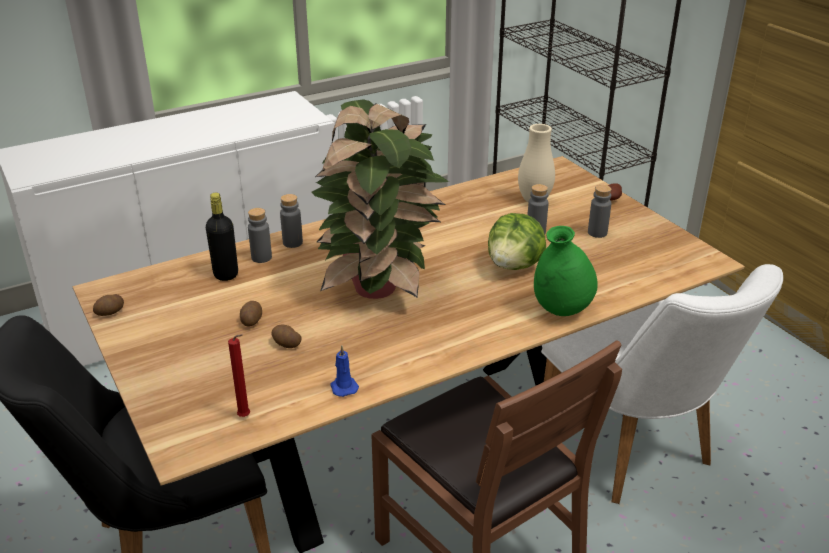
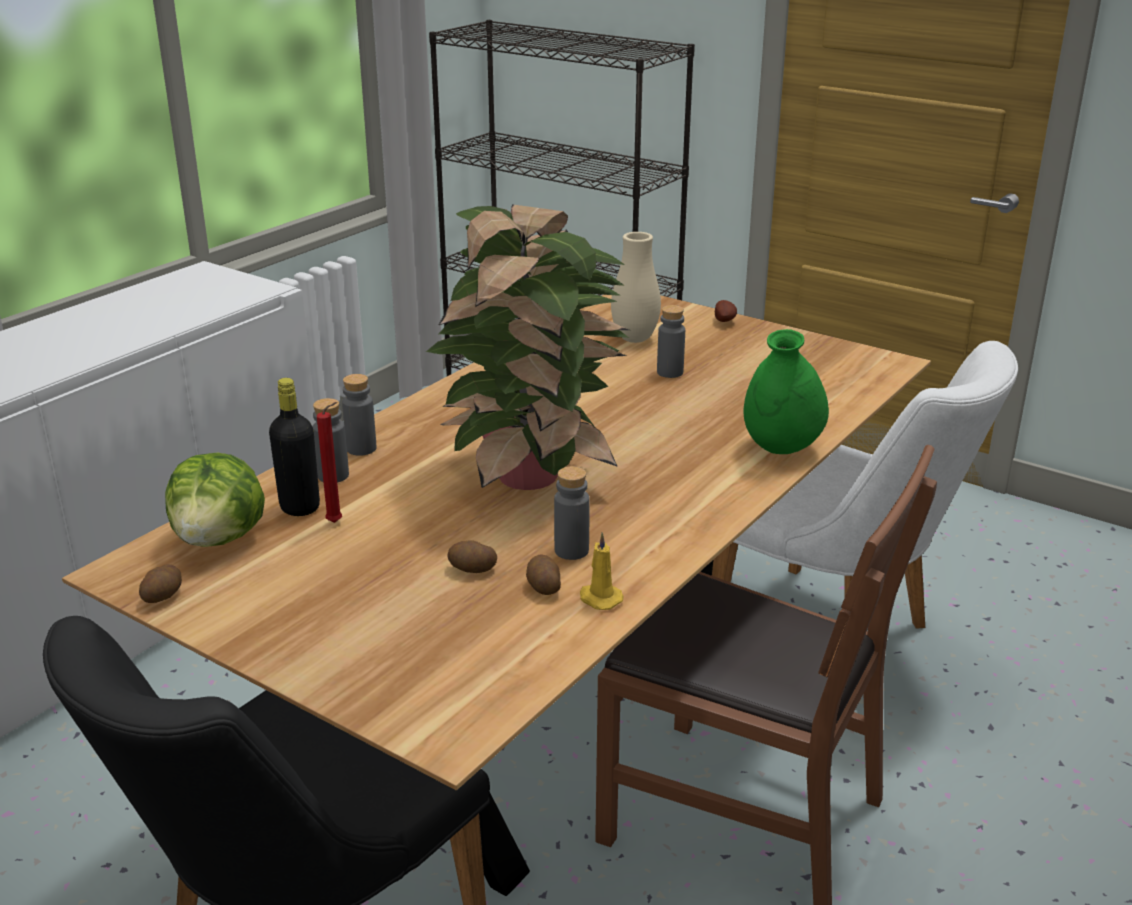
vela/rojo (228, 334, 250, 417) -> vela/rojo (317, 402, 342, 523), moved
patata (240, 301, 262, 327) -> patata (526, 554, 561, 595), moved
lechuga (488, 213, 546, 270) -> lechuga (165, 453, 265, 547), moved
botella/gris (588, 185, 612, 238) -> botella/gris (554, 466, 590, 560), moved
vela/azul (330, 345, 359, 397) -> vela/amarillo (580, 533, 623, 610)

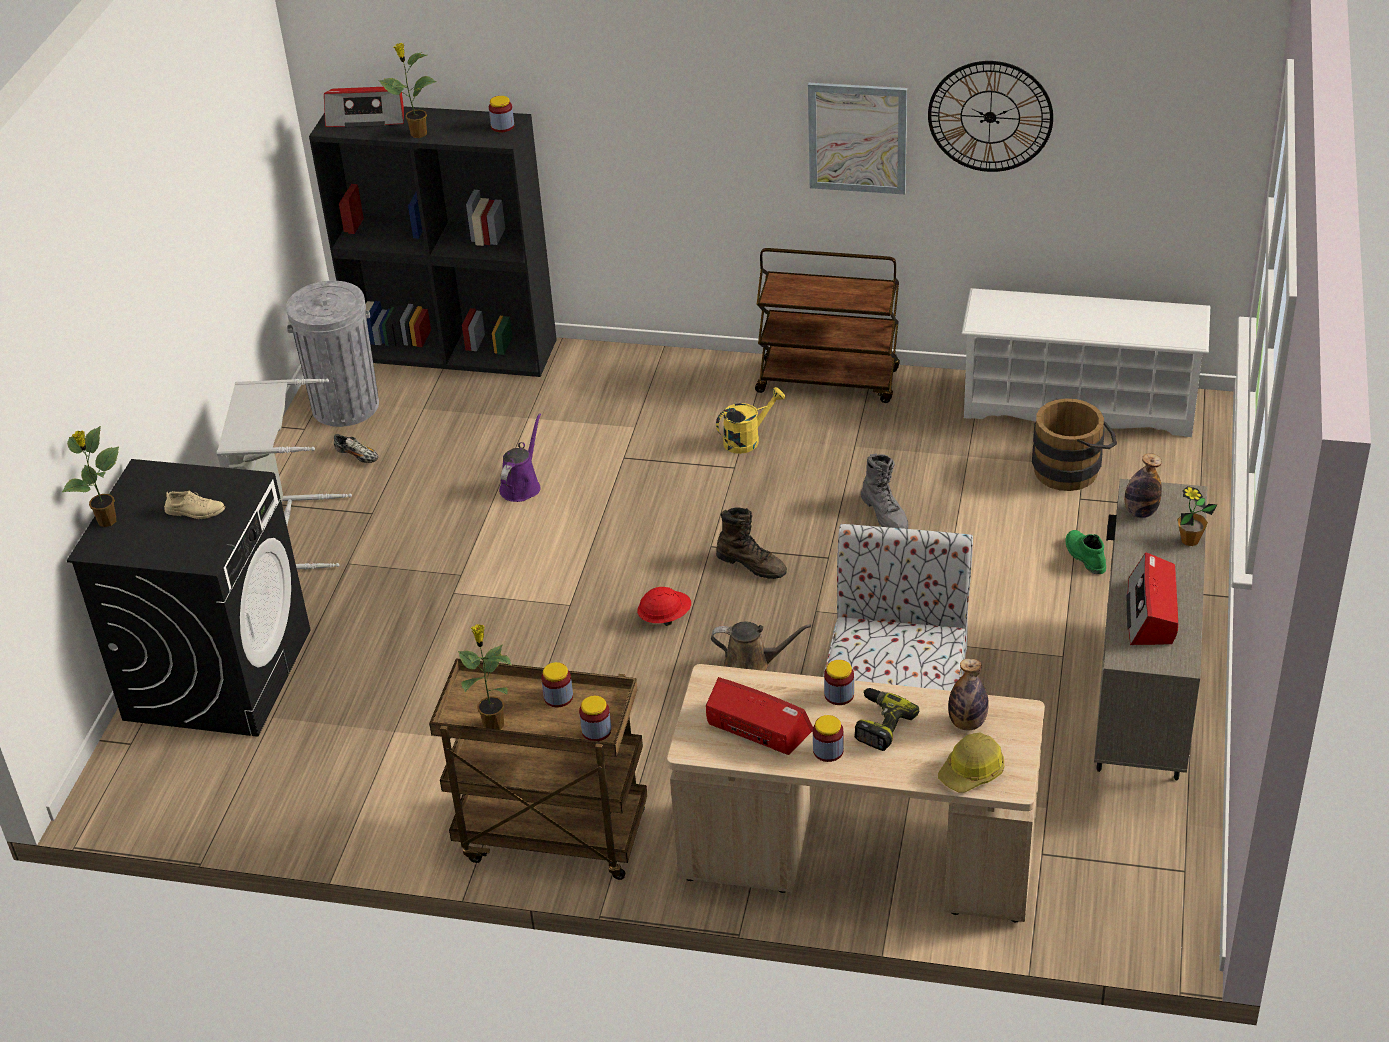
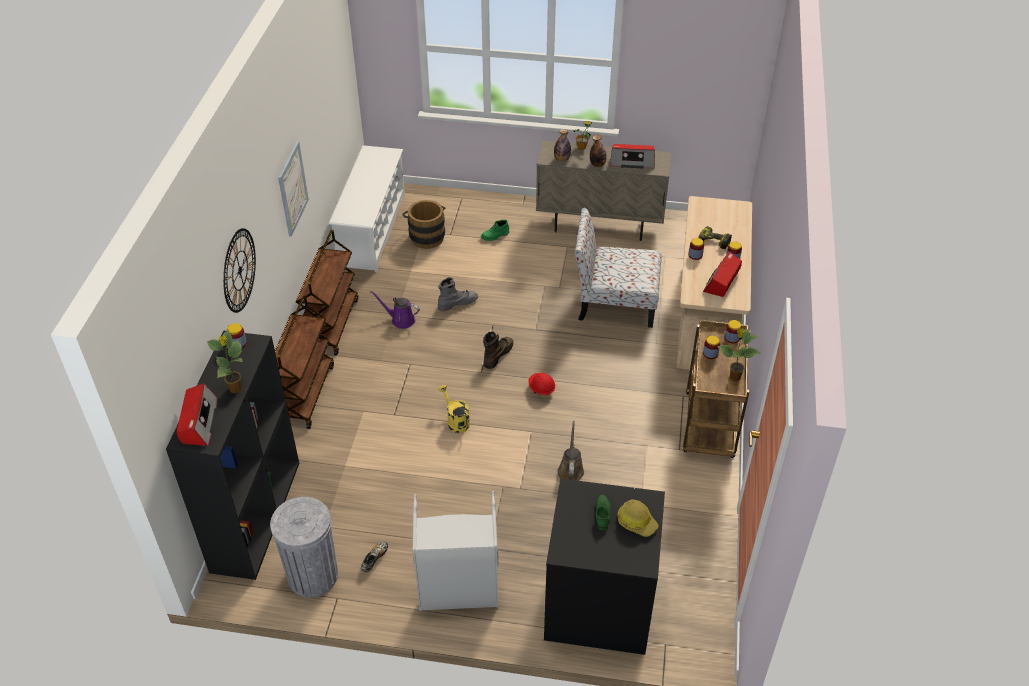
planta en maceta (62, 426, 119, 527) -> none
none -> carrito/marrón (275, 295, 334, 429)
regadera/morado (499, 413, 541, 502) -> regadera/morado (370, 291, 420, 329), moved
regadera/marrón (711, 622, 811, 671) -> regadera/marrón (558, 421, 584, 481), moved
regadera/amarillo (716, 387, 785, 454) -> regadera/amarillo (438, 385, 470, 433), moved
reloj de pared (928, 61, 1053, 172) -> reloj de pared (223, 228, 256, 313), moved
casco (938, 732, 1004, 793) -> casco (617, 499, 659, 537), moved
botella (948, 659, 989, 730) -> botella (590, 135, 607, 167), moved
zapato/beis (164, 490, 225, 519) -> zapato/verde (596, 495, 611, 530)

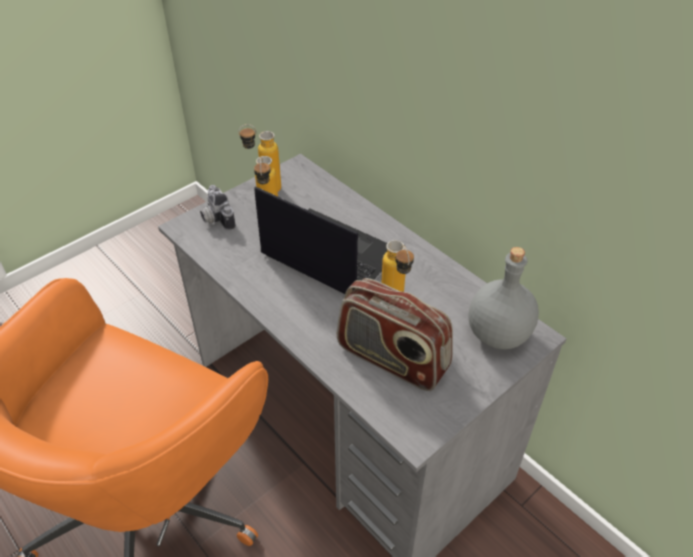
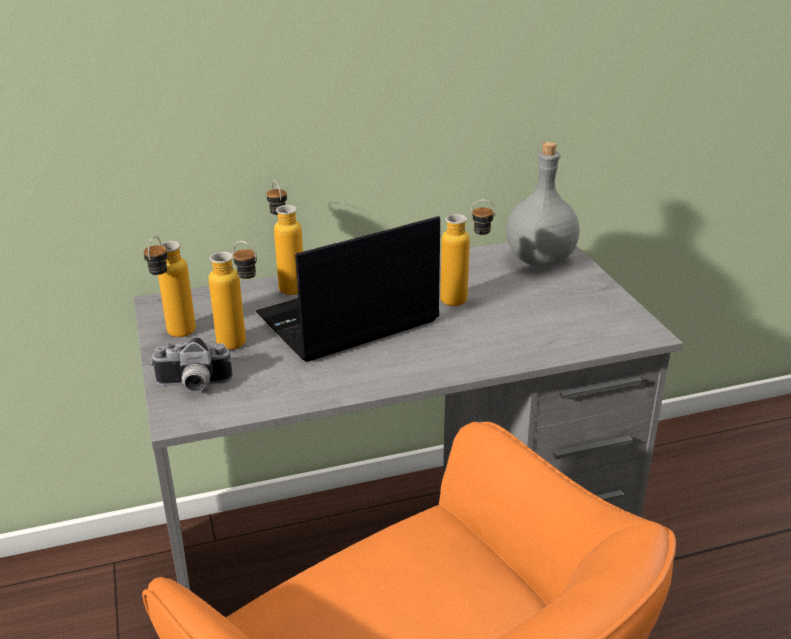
radio (337, 278, 453, 391) -> none
none -> botella (267, 180, 303, 295)

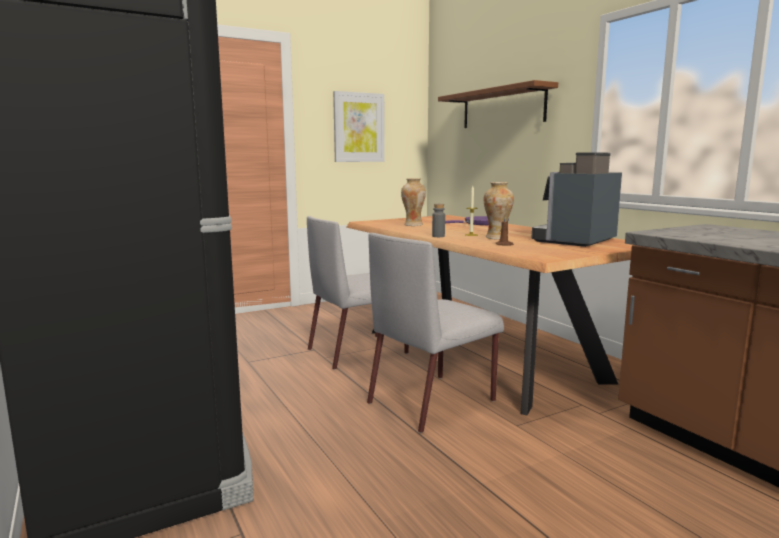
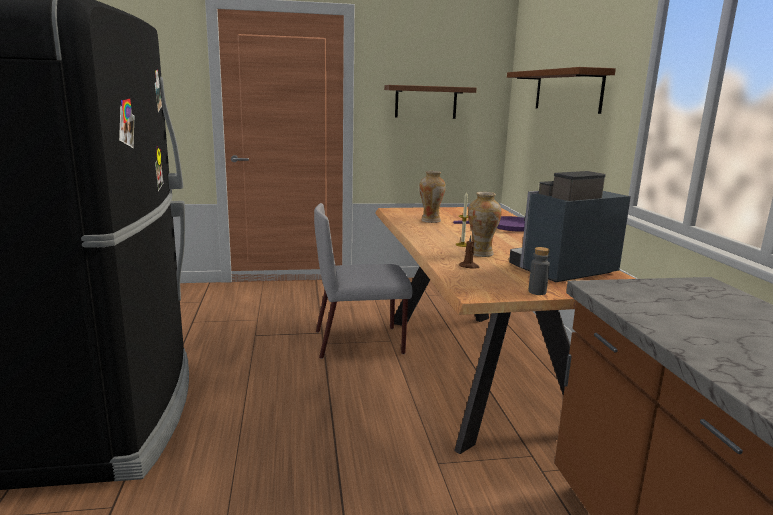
silla/gris (367, 233, 504, 433) -> none
botella/gris (432, 204, 445, 237) -> botella/gris (528, 247, 550, 295), moved
cuadro (333, 91, 385, 162) -> estante (384, 85, 476, 119)

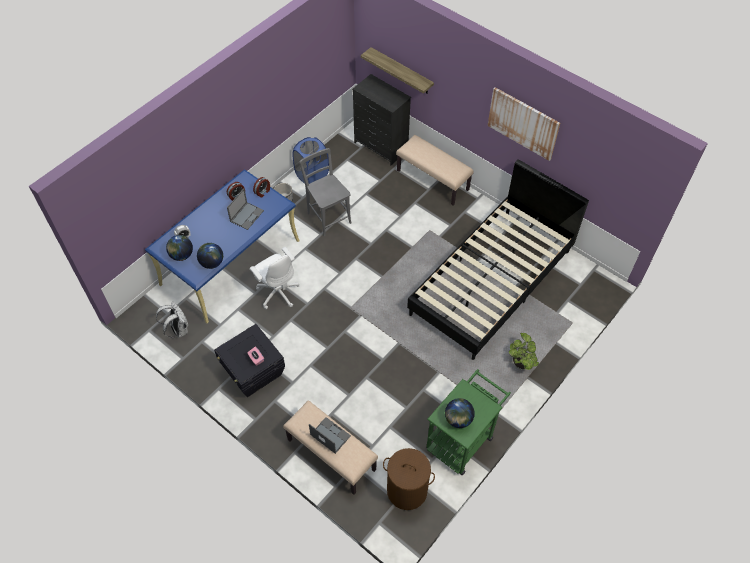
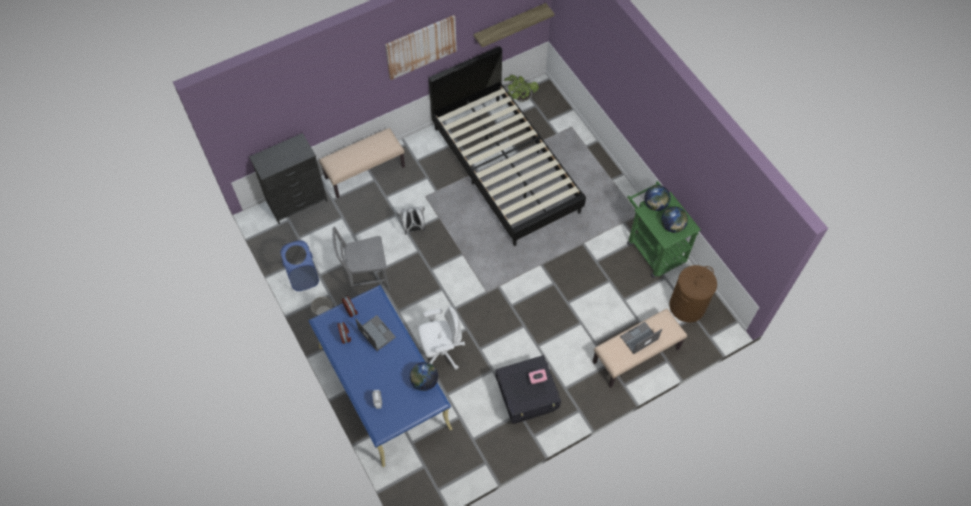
mochila/blanco (156, 301, 188, 338) -> mochila/blanco (396, 206, 425, 235), moved
globo terráqueo (166, 235, 193, 261) -> globo terráqueo (644, 185, 671, 211), moved
estante (361, 47, 434, 94) -> estante (474, 3, 555, 47), moved
planta en maceta (509, 333, 539, 370) -> planta en maceta (504, 75, 539, 102), moved

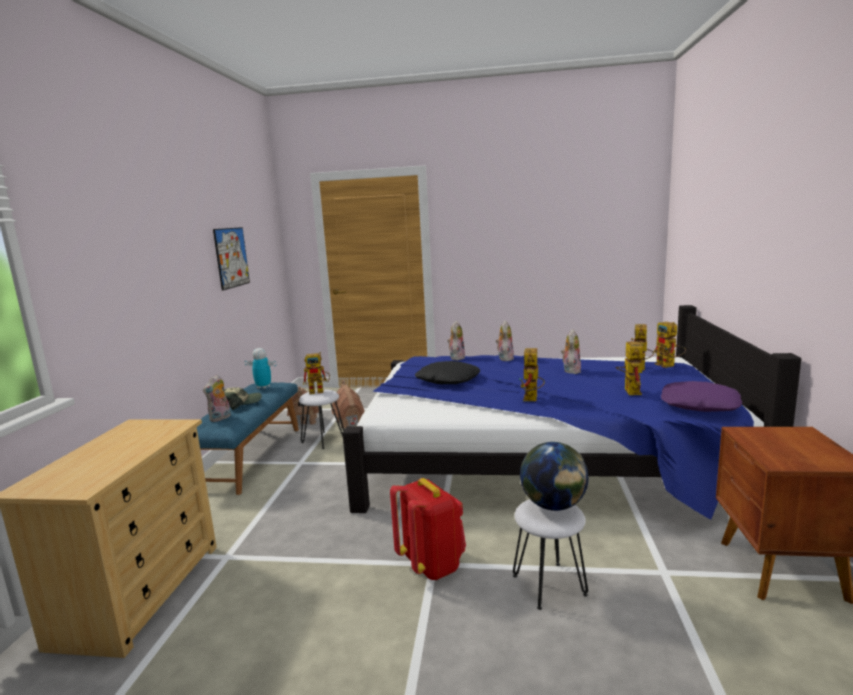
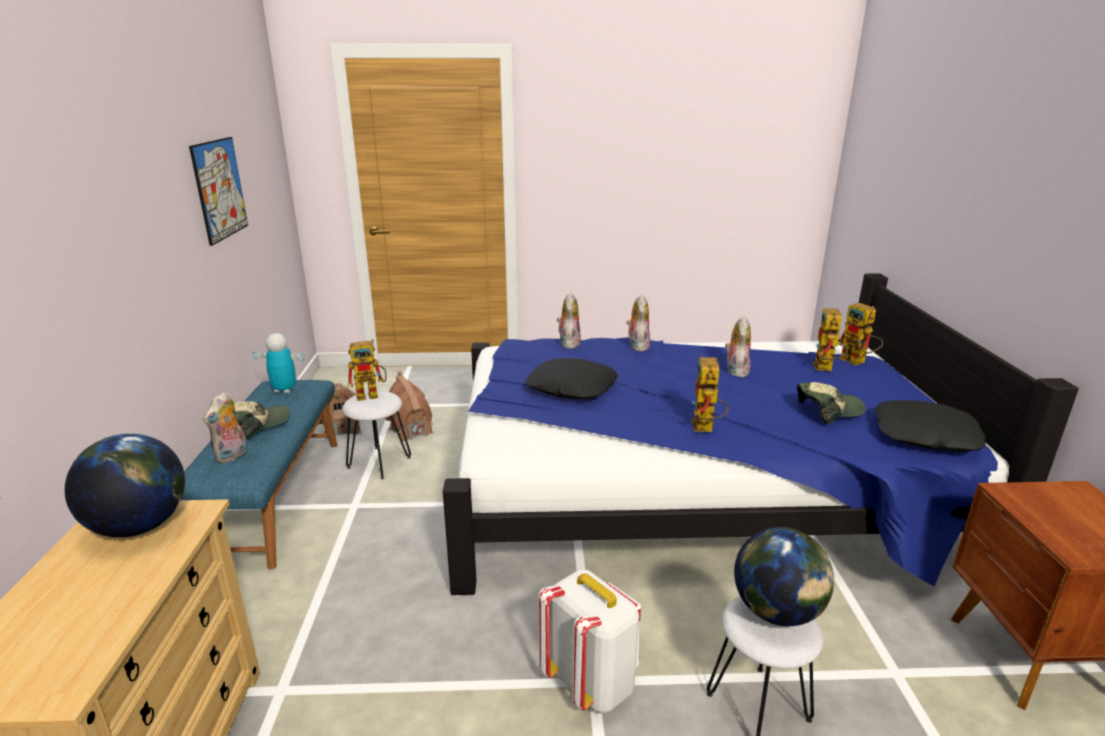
none -> globo terráqueo (65, 434, 185, 537)
robot de juguete (616, 338, 643, 395) -> gorra (797, 382, 866, 424)
mochila/rojo (390, 478, 466, 580) -> mochila/blanco (538, 569, 641, 714)
cojín/morado (661, 381, 742, 412) -> cojín/negro (875, 400, 986, 451)

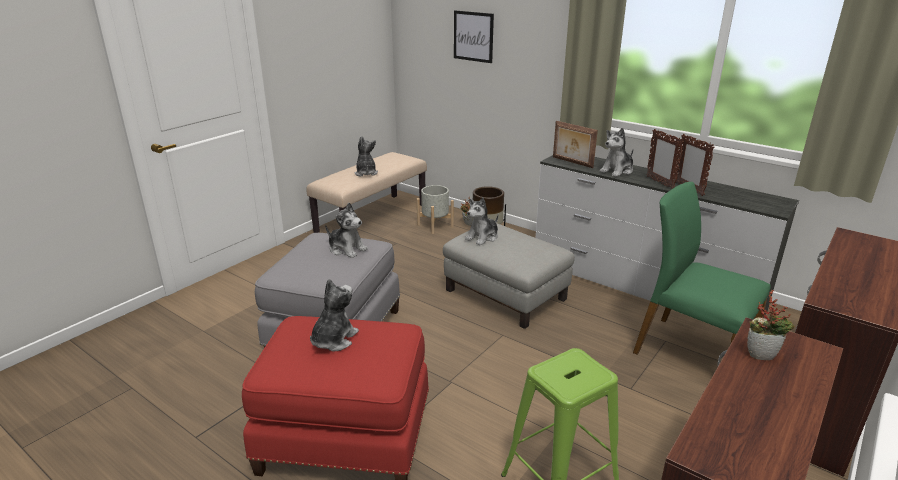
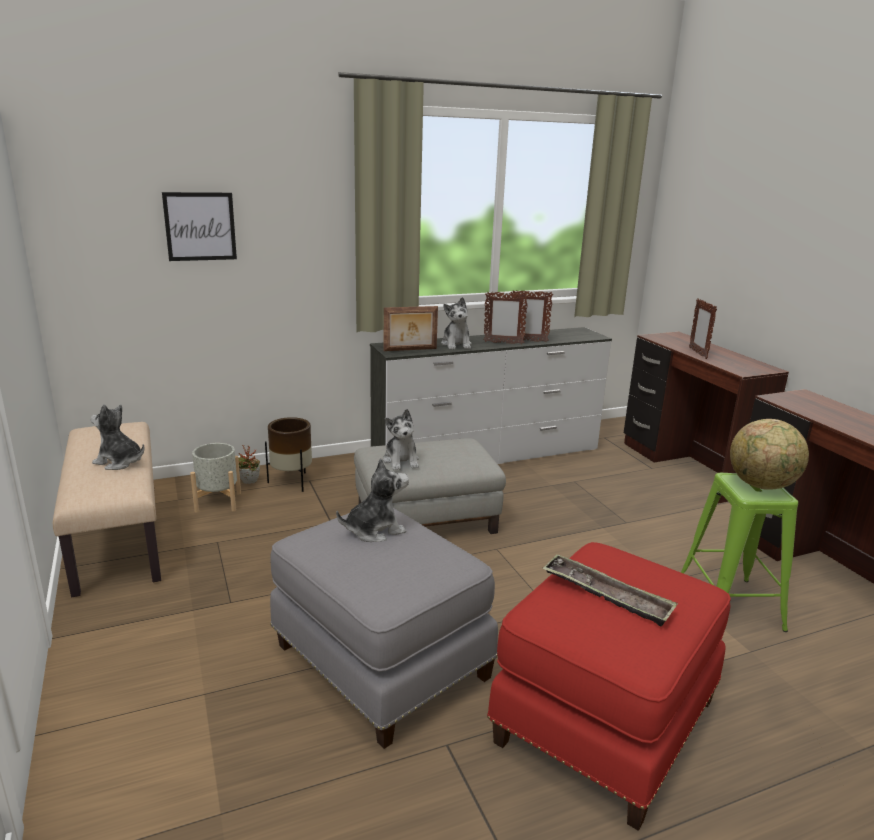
silla/verde (633, 182, 771, 354) -> none
planta en maceta (747, 290, 794, 360) -> none
none -> portarretratos (689, 298, 717, 359)
none -> globo terráqueo (730, 419, 809, 490)
peluche (310, 279, 359, 352) -> bandeja (542, 554, 678, 626)

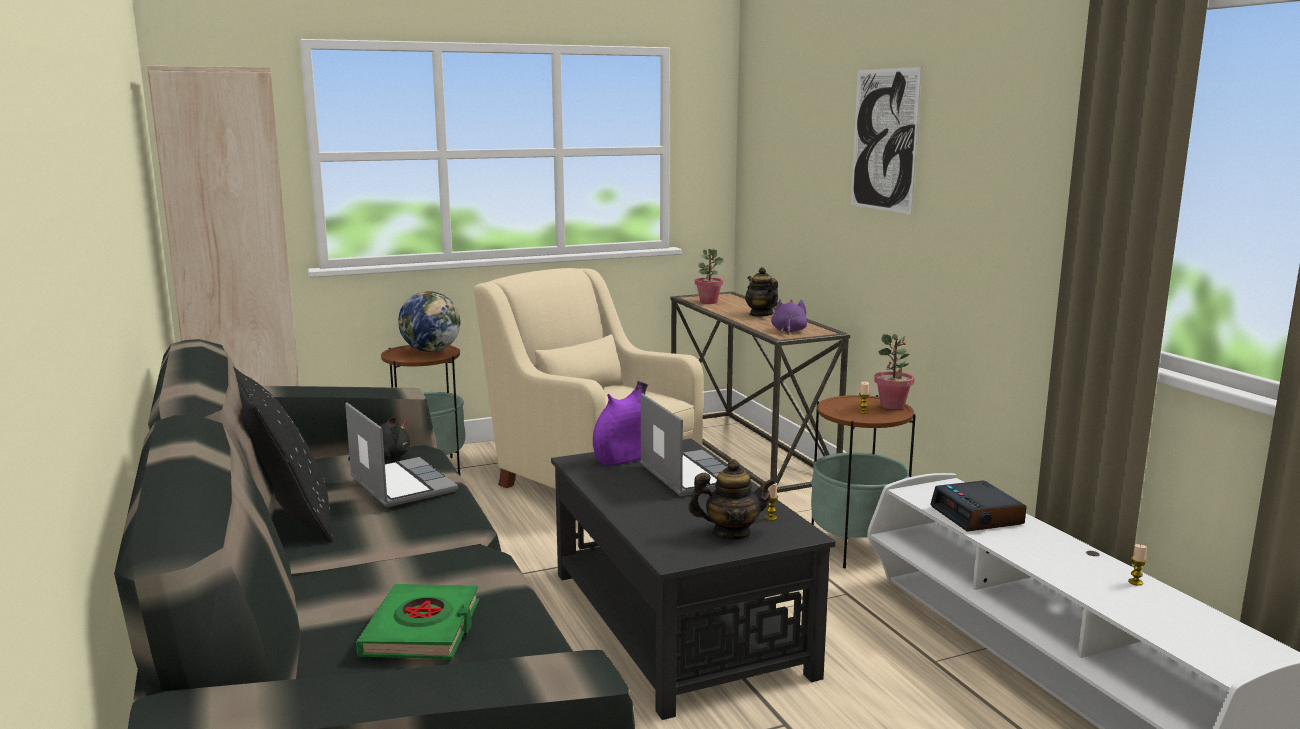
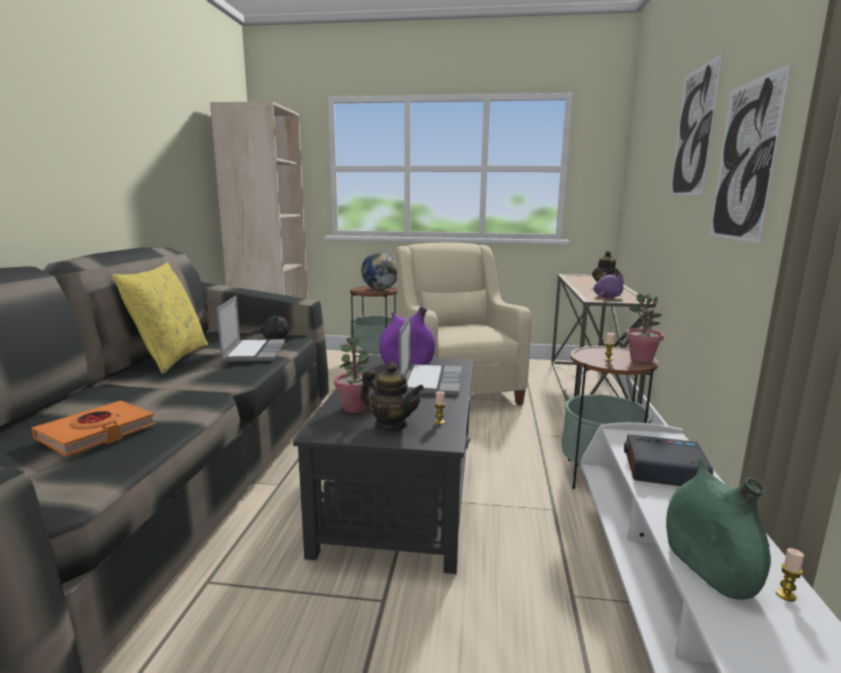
none -> florero/verde (666, 460, 771, 600)
none -> cuadro (710, 63, 792, 243)
planta en maceta (695, 249, 724, 304) -> planta en maceta (334, 337, 374, 413), moved
cojín/negro (233, 367, 333, 543) -> cojín/amarillo (112, 263, 208, 373)
libro/verde (356, 584, 479, 659) -> libro/naranja (31, 401, 156, 457)
despertador (930, 480, 1026, 532) -> despertador (624, 434, 713, 486), 90 degrees clockwise

